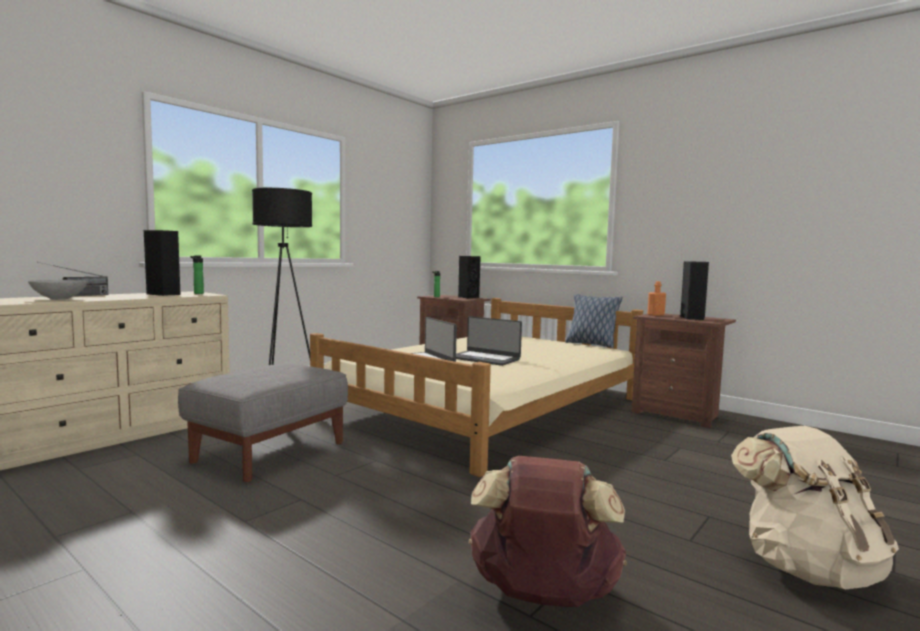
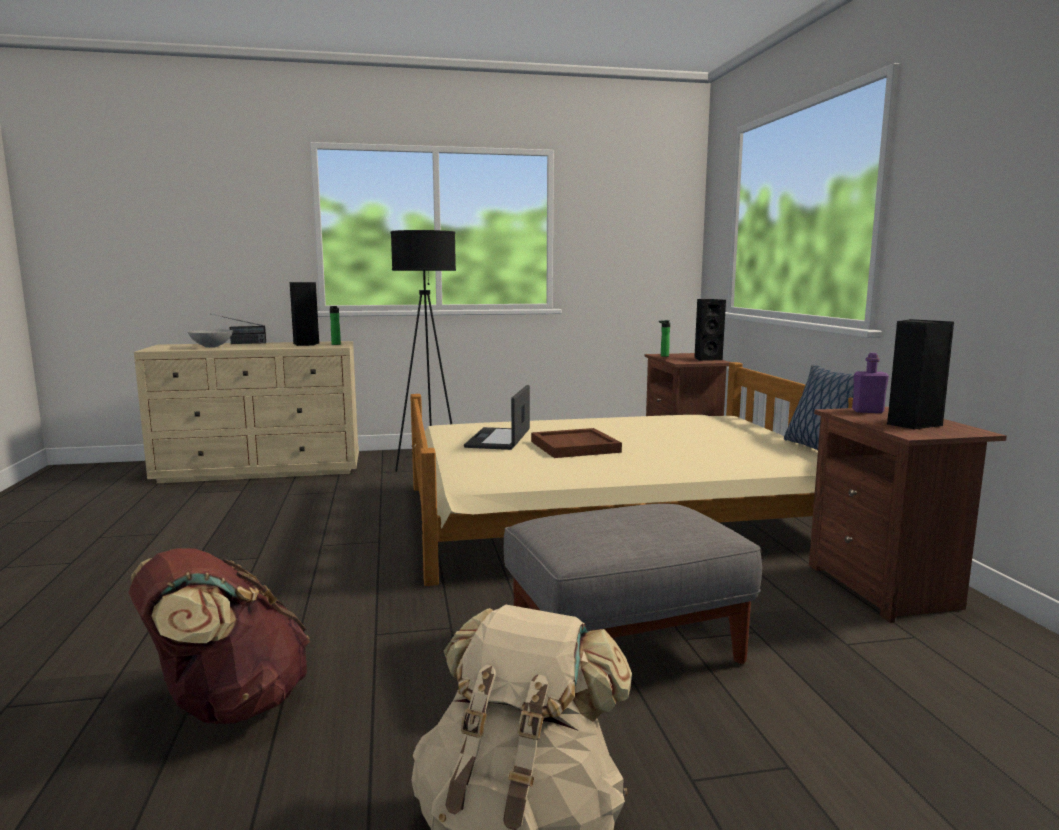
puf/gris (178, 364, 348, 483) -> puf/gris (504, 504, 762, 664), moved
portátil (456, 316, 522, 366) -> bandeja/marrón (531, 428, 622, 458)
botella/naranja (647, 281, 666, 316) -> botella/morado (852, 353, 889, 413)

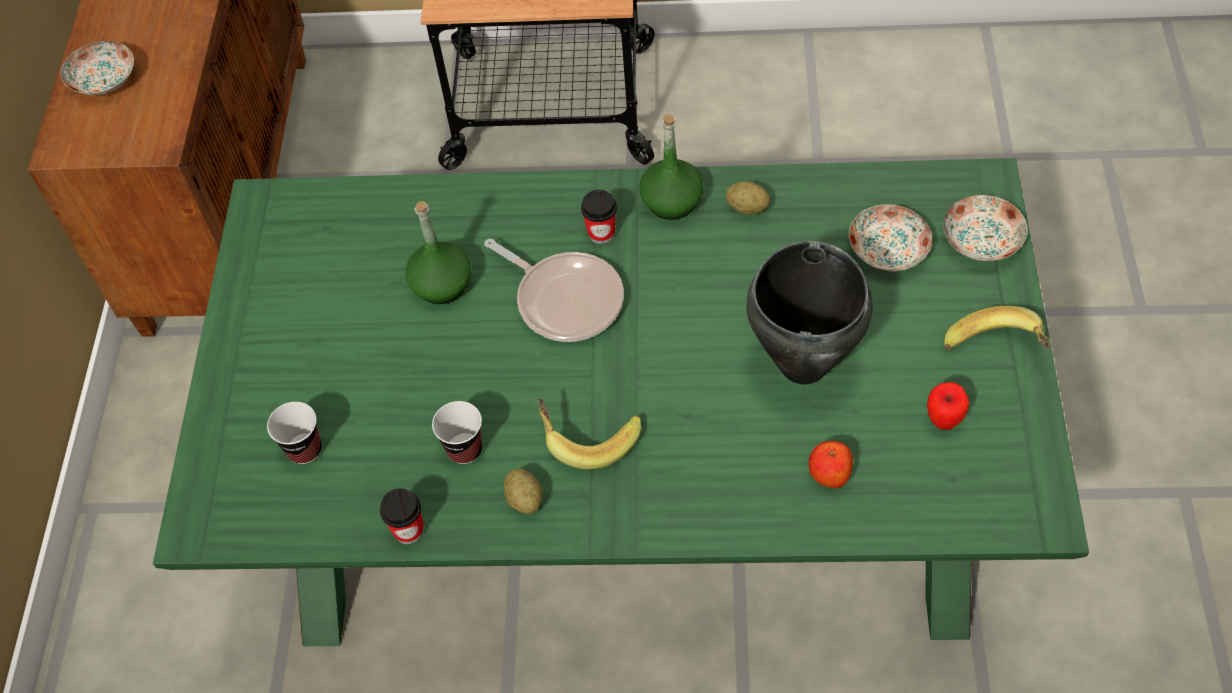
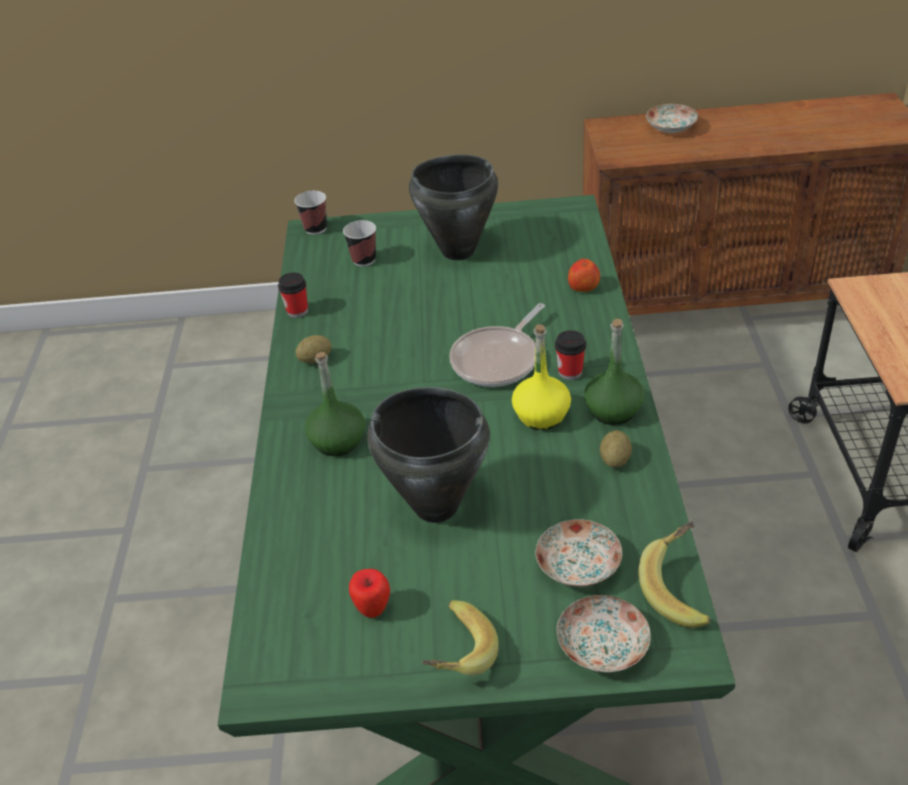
none -> olla/negro (409, 155, 498, 260)
none -> botella/amarillo (512, 324, 571, 430)
botella/verde (406, 201, 472, 304) -> botella/verde (305, 352, 365, 456), moved
taza (432, 401, 482, 464) -> taza (294, 191, 327, 235), moved
plátano (538, 398, 641, 469) -> plátano (638, 521, 710, 628), moved
manzana (809, 441, 853, 488) -> manzana (568, 259, 600, 292), moved

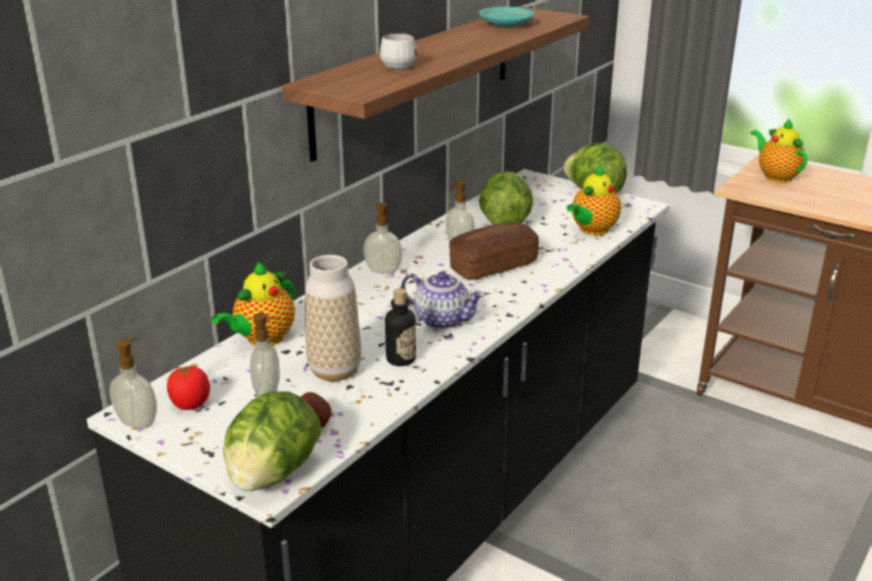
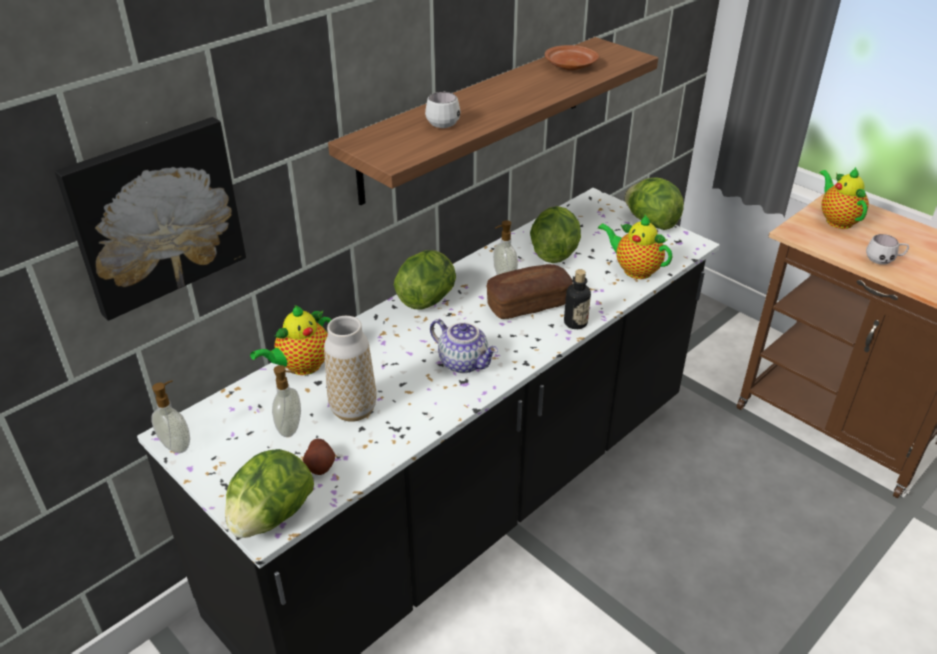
tomate (167, 364, 210, 410) -> none
none -> cuadro (55, 117, 246, 321)
none -> taza grande/blanco (866, 234, 909, 265)
botella (385, 288, 416, 366) -> botella (564, 269, 591, 329), moved
dispensador de jabón (363, 203, 402, 274) -> lechuga (394, 250, 456, 310)
plato/turquesa (479, 7, 535, 28) -> plato/marrón (545, 45, 599, 71)
tetera (567, 165, 621, 235) -> tetera (598, 215, 672, 279), 75 degrees clockwise

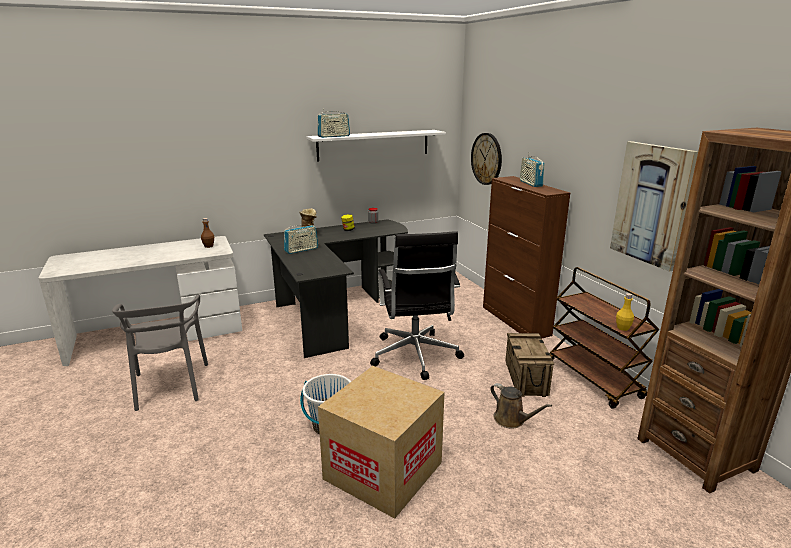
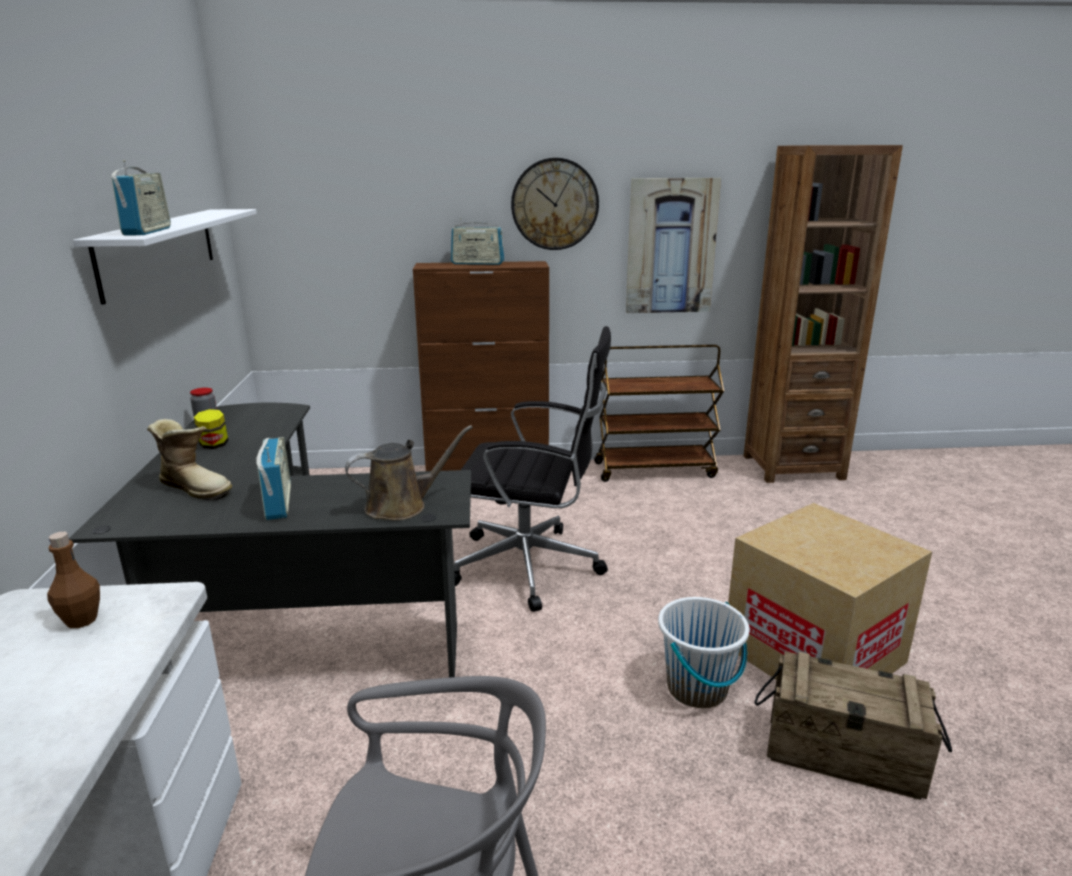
botella/amarillo (616, 293, 634, 331) -> none
reloj de pared (471, 133, 502, 185) -> reloj de pared (511, 158, 599, 250), moved
regadera/marrón (490, 383, 552, 428) -> regadera/marrón (345, 425, 473, 520), moved
caja de embalaje (505, 333, 554, 397) -> caja de embalaje (755, 651, 952, 800), moved

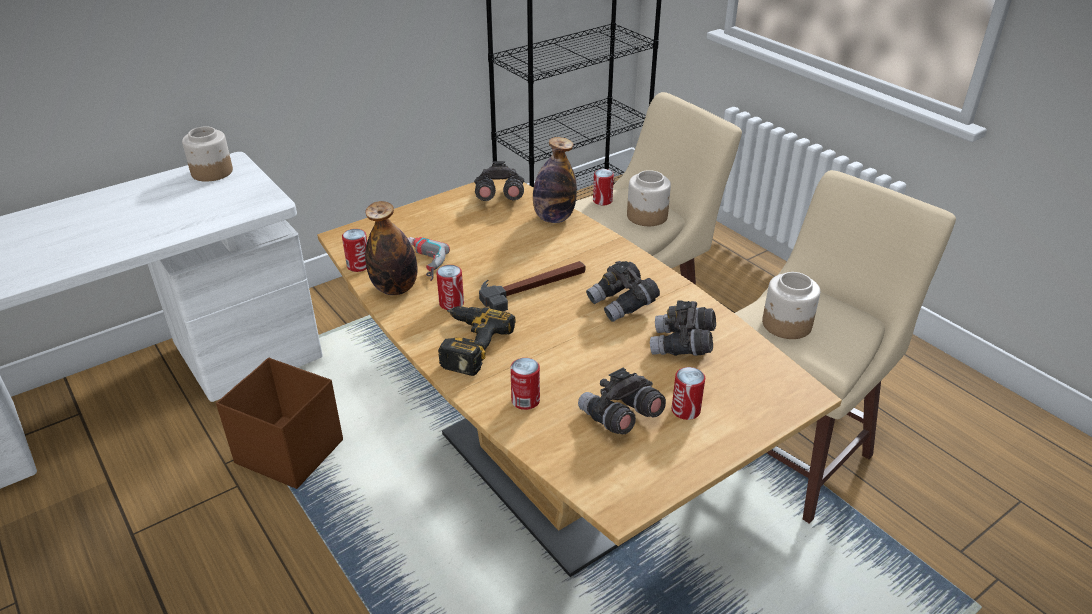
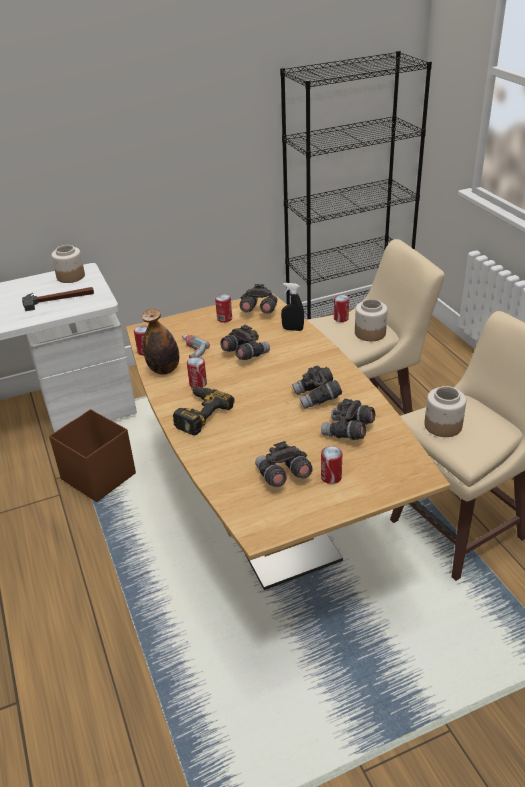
none -> prismáticos/gris (220, 325, 270, 360)
martillo (479, 261, 585, 311) -> martillo (22, 287, 94, 311), moved
lata (510, 358, 540, 410) -> lata (215, 294, 232, 323), moved
botella (533, 137, 577, 223) -> pulverizador/negro (281, 283, 304, 331)

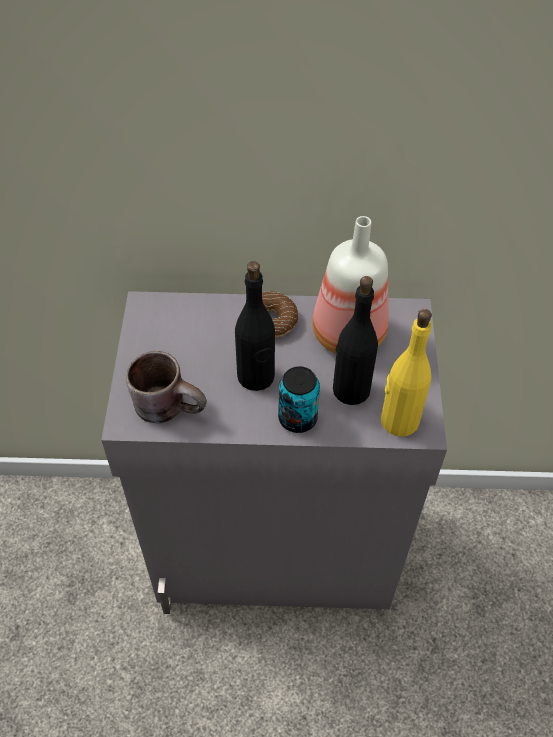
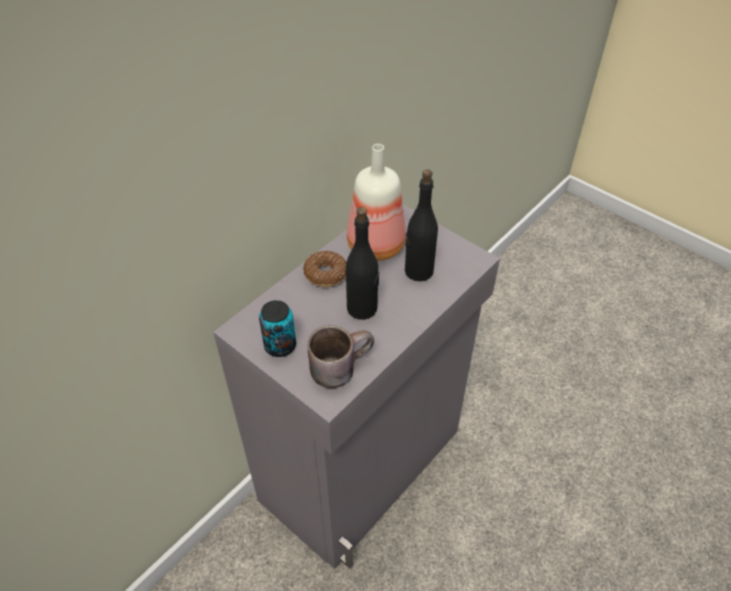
botella/amarillo (381, 309, 432, 437) -> none
lata (278, 366, 320, 433) -> lata (259, 300, 296, 357), moved

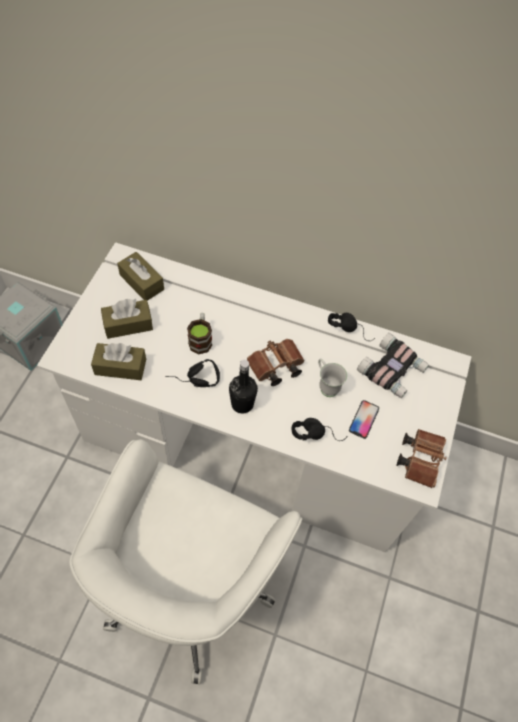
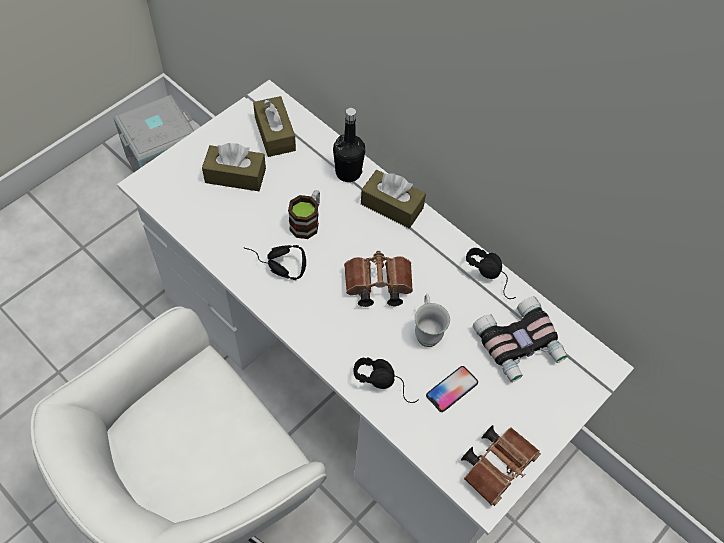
caja de pañuelos/marrón (91, 343, 146, 380) -> caja de pañuelos/marrón (361, 170, 426, 228), moved
botella/negro (229, 360, 258, 413) -> botella/negro (333, 108, 366, 182), moved

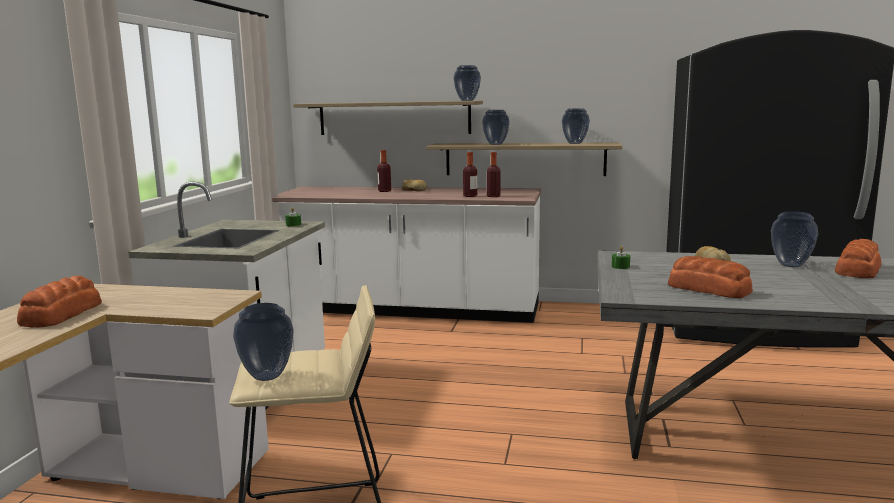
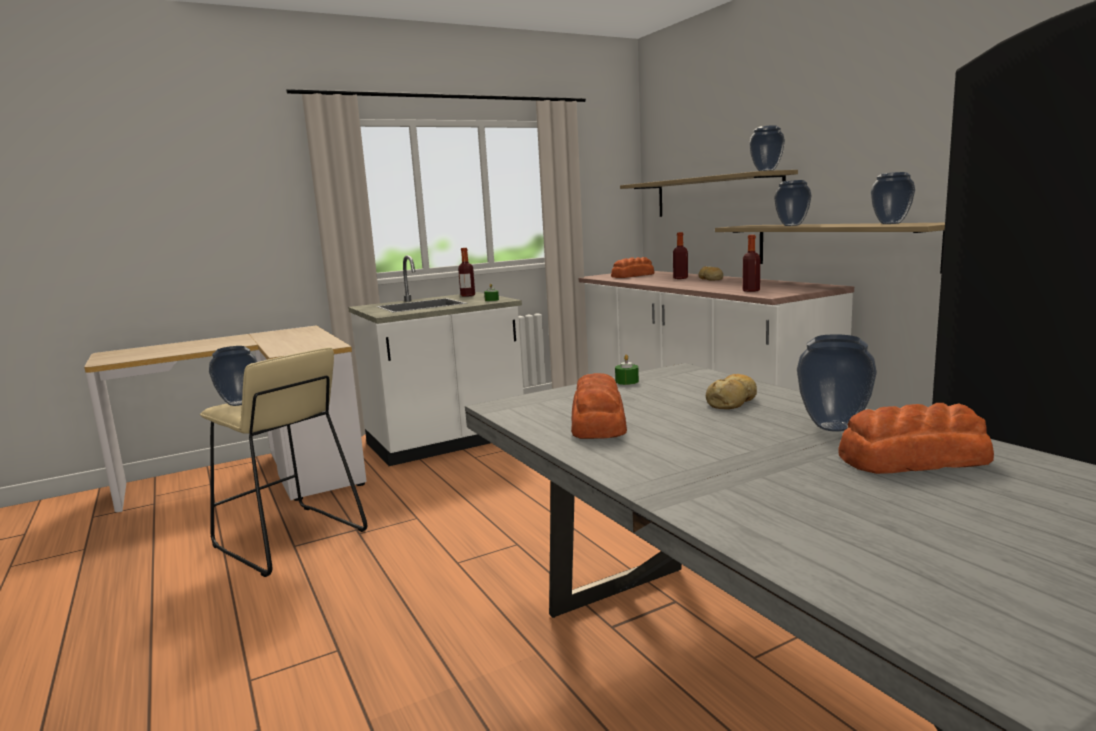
pan (17, 276, 102, 327) -> pan (611, 257, 655, 278), moved
botella (463, 152, 477, 197) -> botella (458, 248, 475, 297), moved

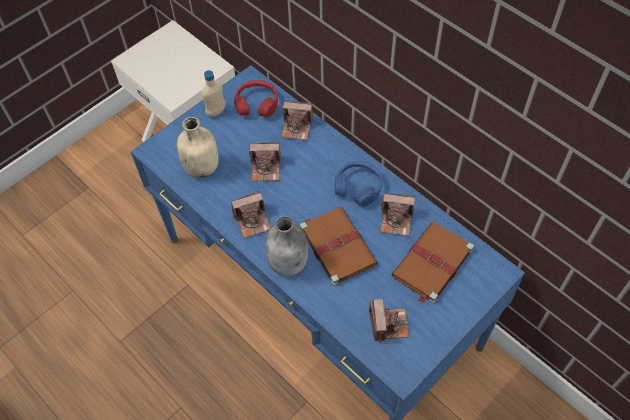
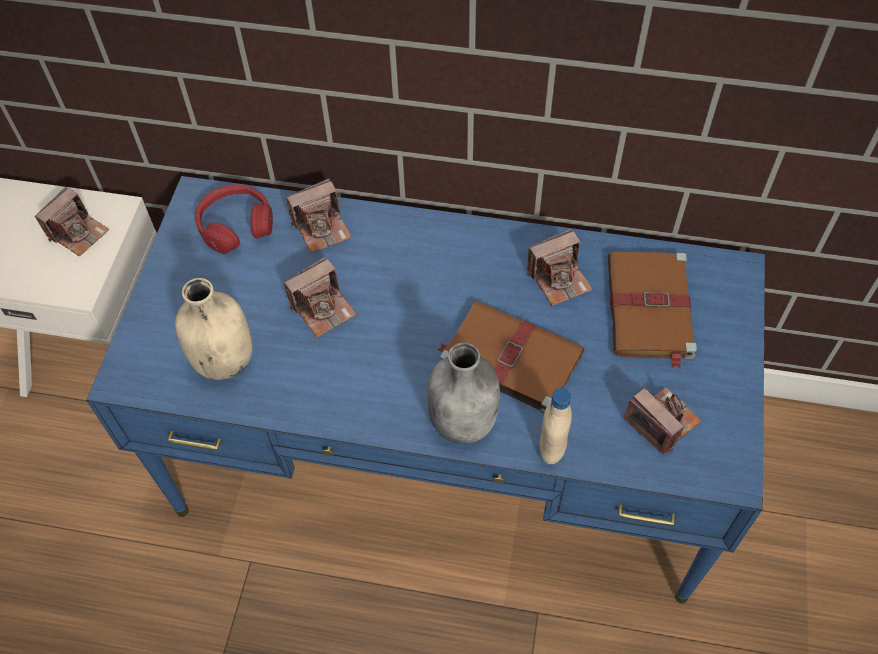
auriculares/azul (334, 161, 383, 206) -> none
botella/beis (202, 70, 226, 117) -> botella/beis (540, 388, 572, 464), moved
cámara (231, 191, 271, 238) -> cámara (35, 187, 109, 256), moved

